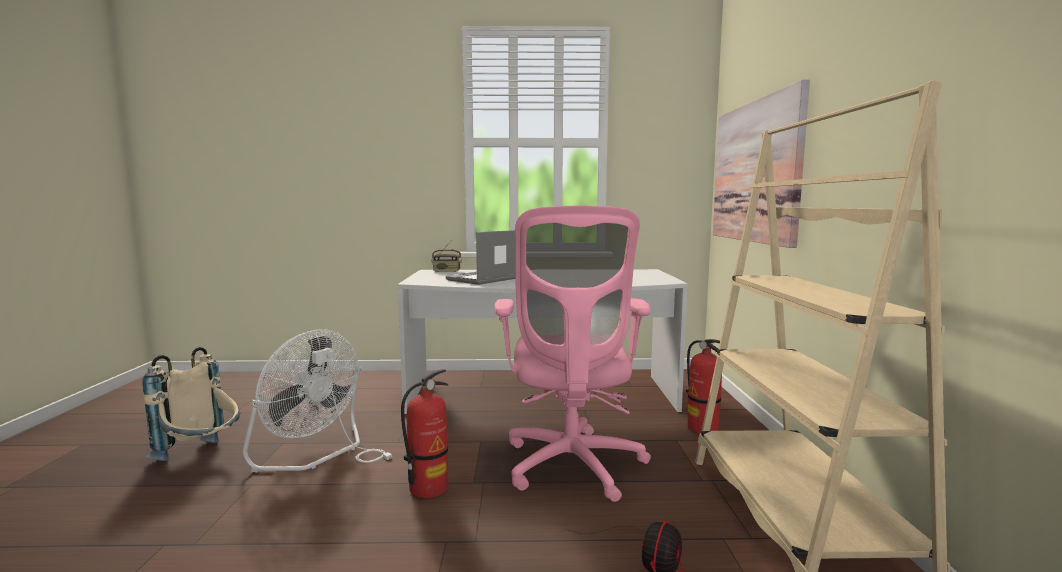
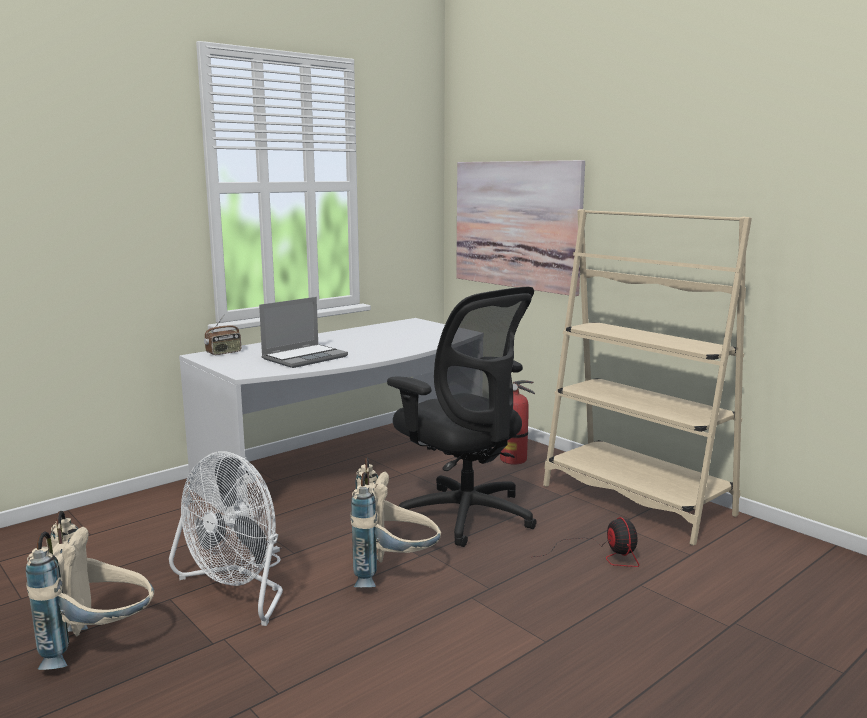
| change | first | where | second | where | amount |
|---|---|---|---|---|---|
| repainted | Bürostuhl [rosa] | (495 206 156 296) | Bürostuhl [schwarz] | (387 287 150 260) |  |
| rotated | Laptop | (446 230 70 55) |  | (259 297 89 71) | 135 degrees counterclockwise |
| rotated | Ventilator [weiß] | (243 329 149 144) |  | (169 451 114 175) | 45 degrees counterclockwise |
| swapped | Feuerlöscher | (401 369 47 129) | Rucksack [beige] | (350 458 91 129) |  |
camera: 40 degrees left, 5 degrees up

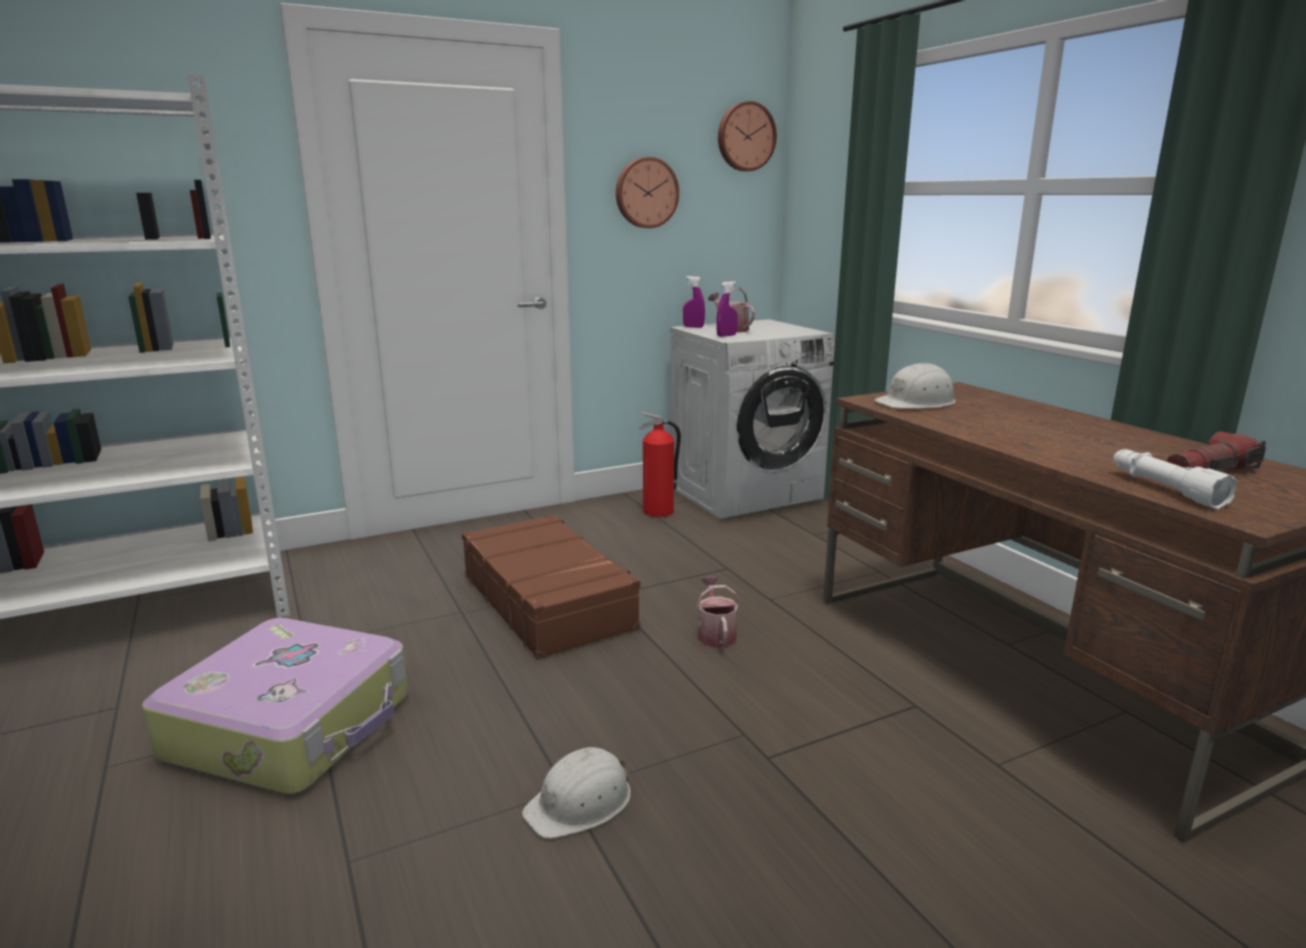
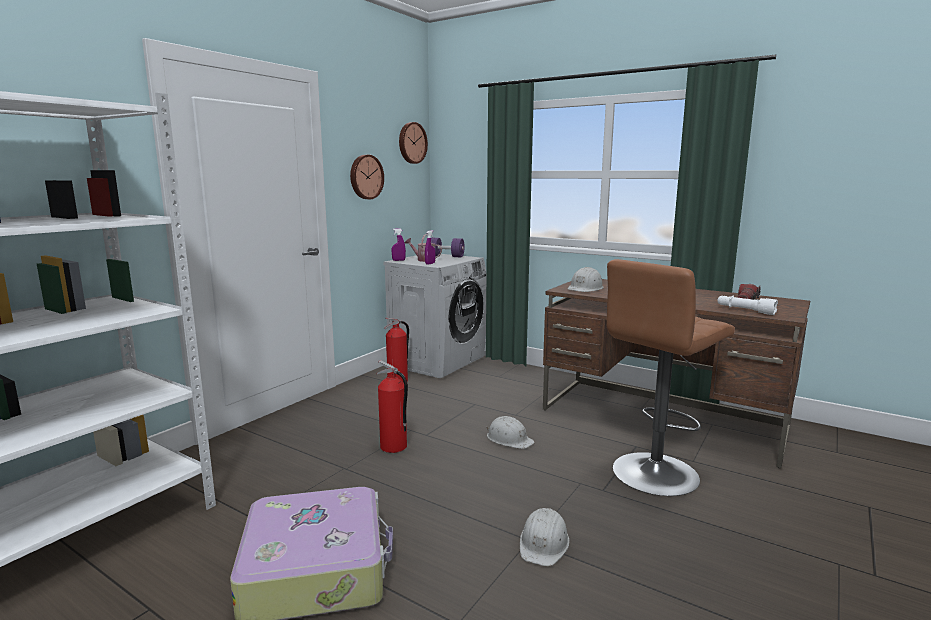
| change | first | where | second | where | amount |
|---|---|---|---|---|---|
| swapped | Koffer [braun] | (462 514 178 145) | Feuerlöscher | (377 360 31 93) |  |
| swapped | Gießkanne | (696 577 44 71) | Schutzhelm [weiß] | (486 416 49 33) |  |
| new |  |  | Hantel [lila] | (431 238 34 20) |  |
| new |  |  | Hocker [braun] | (606 259 129 237) |  |
camera: 30 degrees left, 5 degrees down

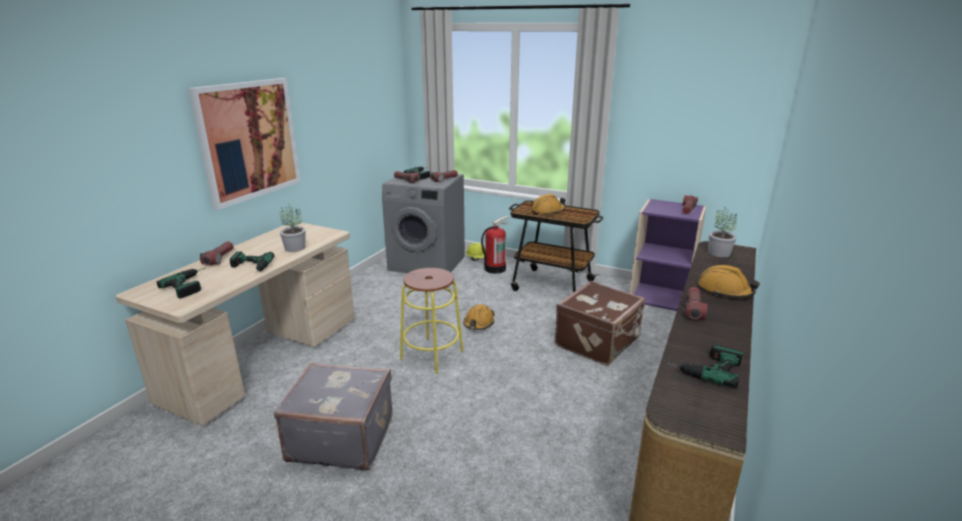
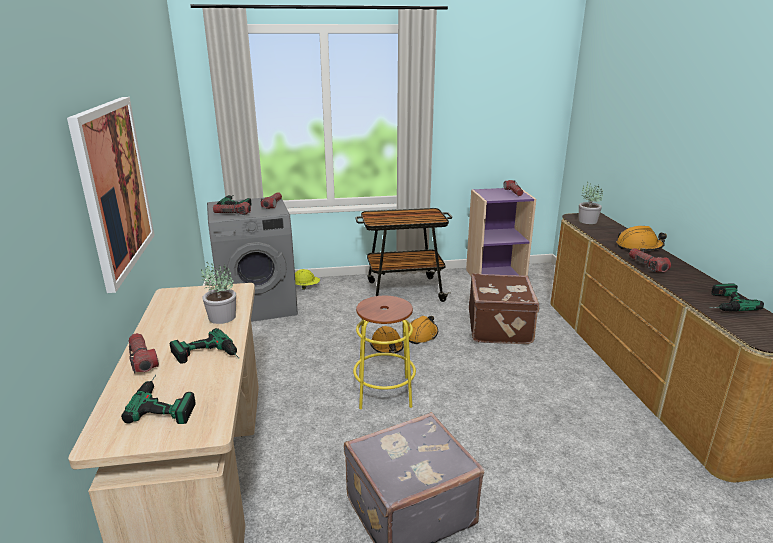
| change | first | where | second | where | amount |
|---|---|---|---|---|---|
| shifted | Schutzhelm [orange] | (531 194 35 21) |  | (408 316 30 28) |  |
| gone | Feuerlöscher | (481 216 29 58) |  |  |  |
camera: 35 degrees left, 0 degrees up

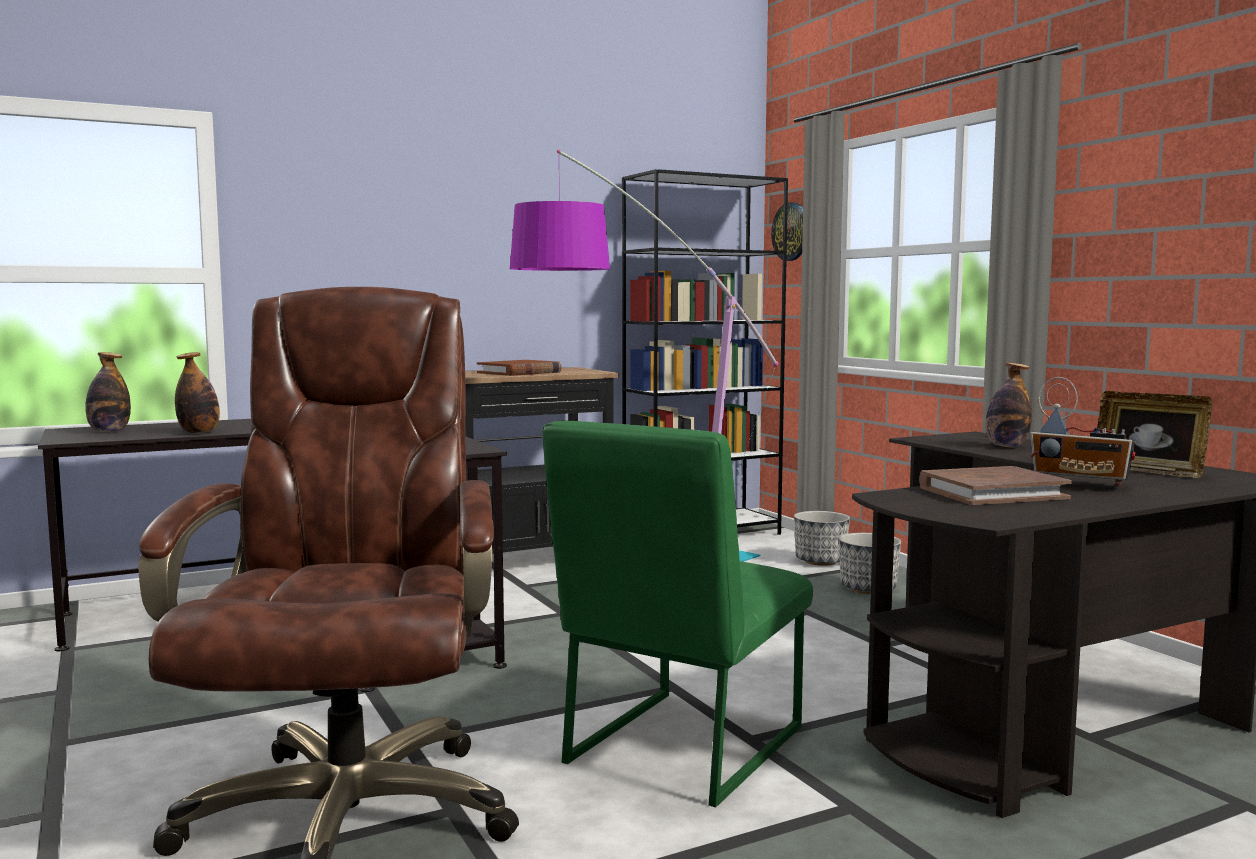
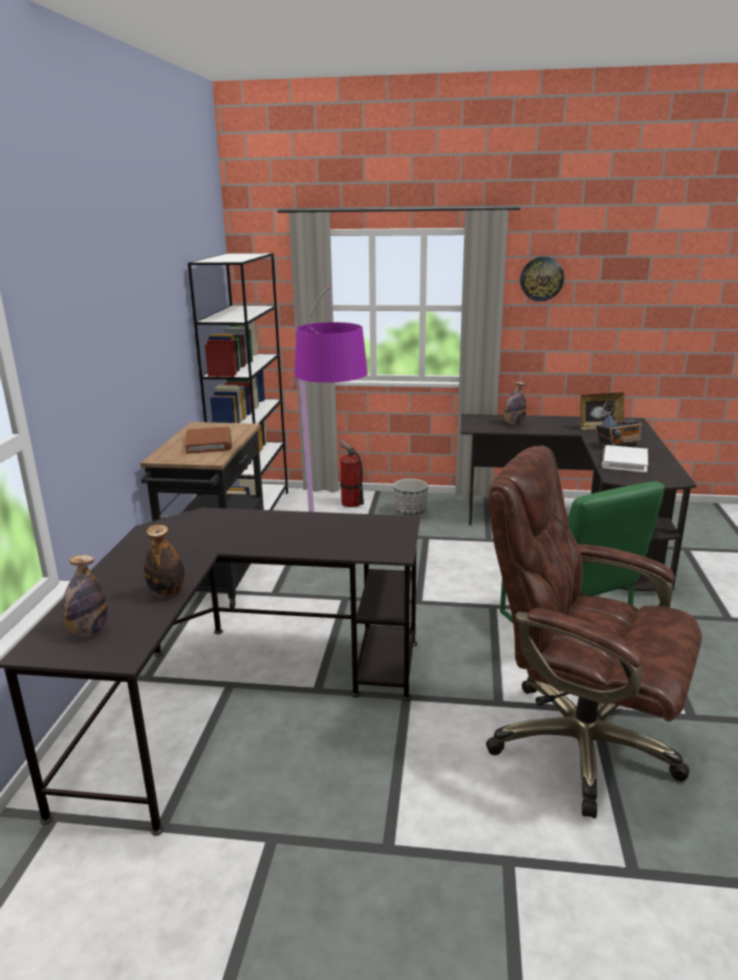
| change | first | where | second | where | amount |
|---|---|---|---|---|---|
| shifted | Wanduhr | (771 202 32 59) |  | (520 257 44 44) |  |
| repainted | Buch [braun] | (919 466 153 39) | Buch [weiß] | (601 445 47 28) |  |
| swapped | Pflanzkübel | (794 511 56 55) | Feuerlöscher | (339 439 25 68) |  |
camera: 55 degrees left, 15 degrees up

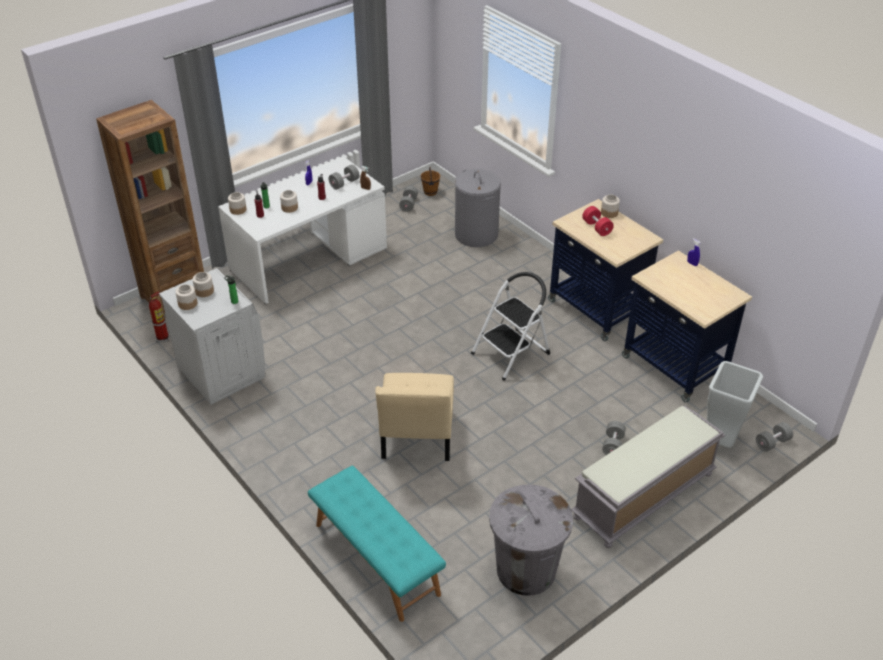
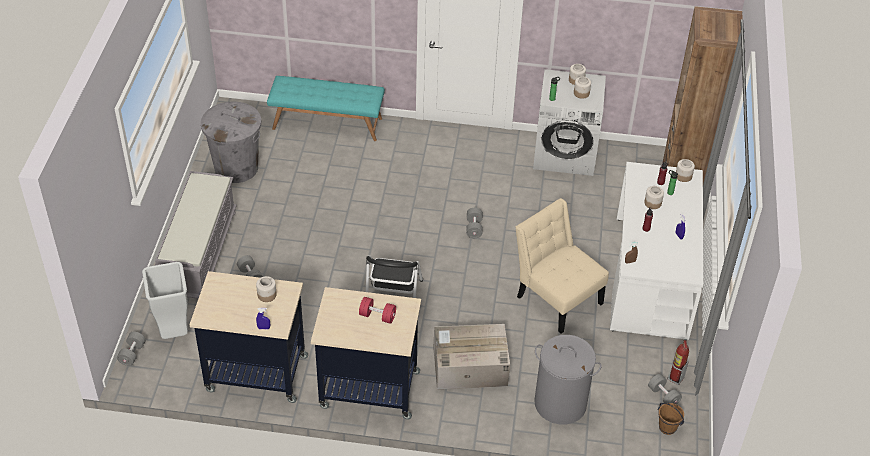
| change | first | where | second | where | amount |
|---|---|---|---|---|---|
| shifted | Hantel [grau] | (328 165 32 25) |  | (466 208 17 30) |  |
| shifted | Vorratsglas | (601 195 19 23) |  | (256 276 21 26) |  |
| shifted | Feuerlöscher | (149 291 20 51) |  | (667 340 22 45) |  |
| shifted | Stuhl [beige] | (375 373 79 88) |  | (515 198 94 135) |  |
| new |  |  | Karton | (433 324 77 65) |  |
camera: 135 degrees right, 5 degrees up

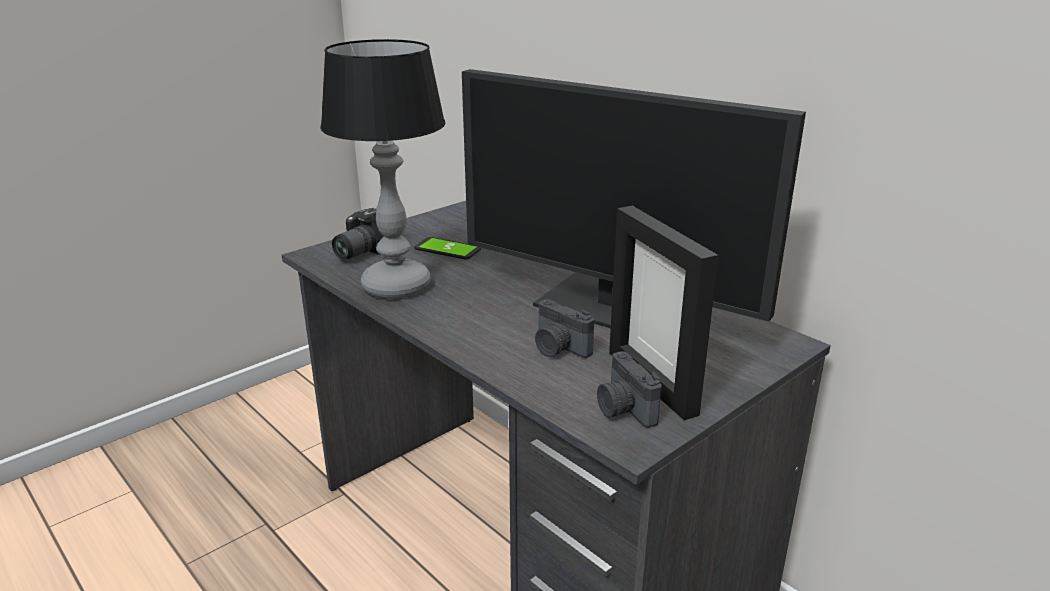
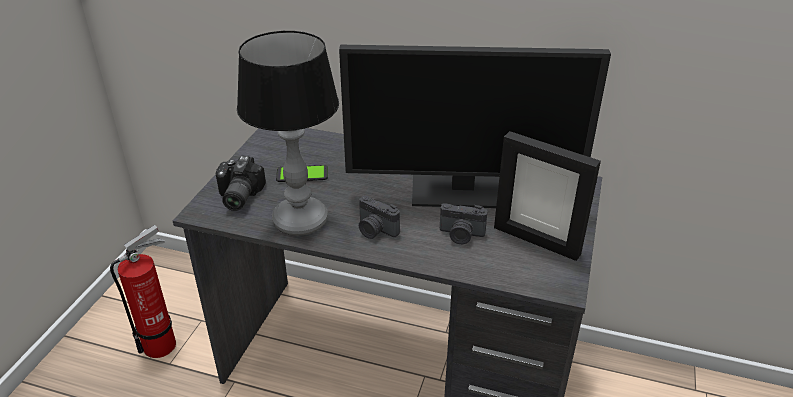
| change | first | where | second | where | amount |
|---|---|---|---|---|---|
| shifted | Kamera | (597 351 65 77) |  | (359 196 41 43) |  |
| new |  |  | Feuerlöscher | (110 225 66 133) |  |
camera: 30 degrees left, 10 degrees up

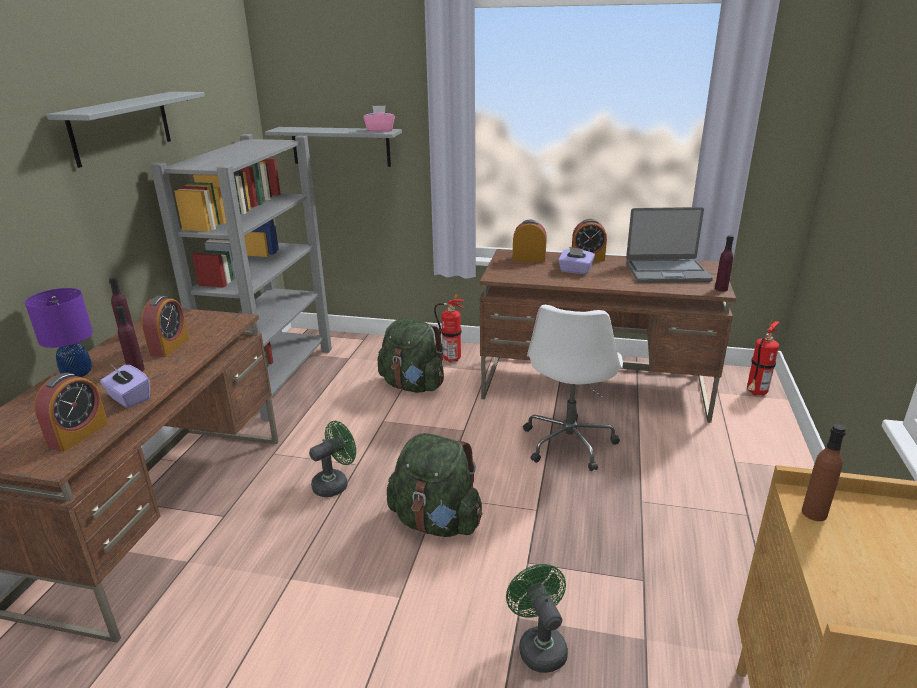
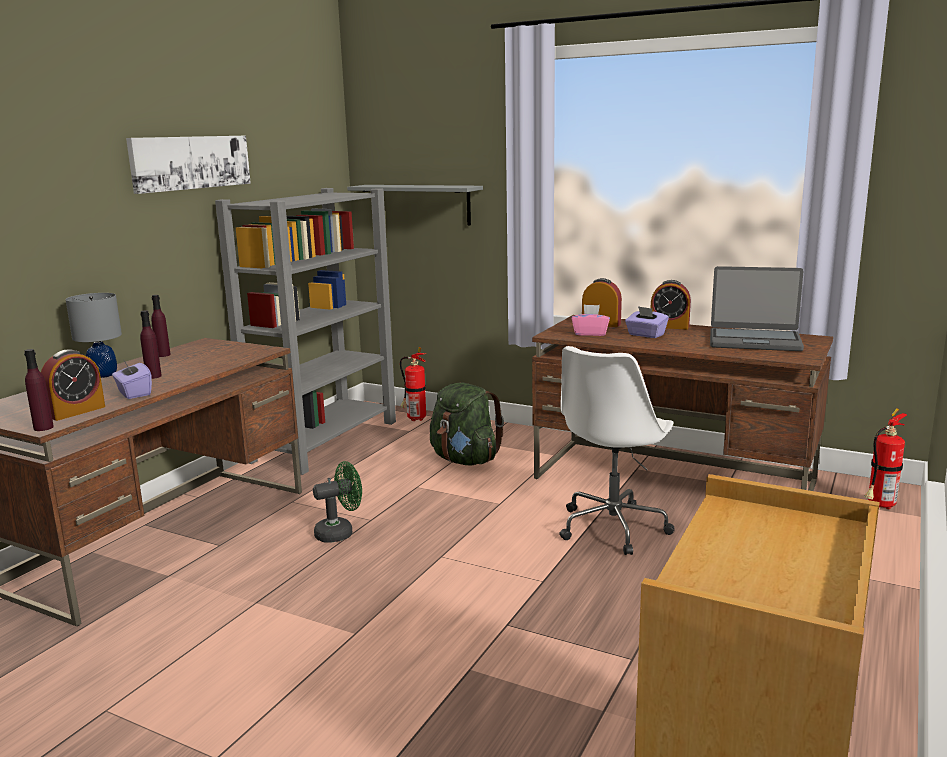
| change | first | where | second | where | amount |
|---|---|---|---|---|---|
| swapped | Wandregal [grau] | (47 92 158 76) | Bild | (126 136 125 58) |  |
| shifted | Taschentuchbox [rosa] | (363 105 32 27) |  | (571 305 39 31) |  |
| shifted | Flasche [lila] | (715 235 19 57) |  | (24 349 30 82) |  |
| repainted | Tischlampe [lila] | (25 288 68 89) | Tischlampe [grau] | (66 293 56 85) |  |
| shifted | Feuerlöscher | (434 294 30 69) |  | (400 347 26 74) |  |
| gone | Wecker | (141 296 48 61) |  |  |  |
| gone | Flasche [braun] | (802 424 44 97) |  |  |  |
| gone | Rucksack [grün] | (387 433 96 104) |  |  |  |
| gone | Ventilator [grün] | (506 564 62 109) |  |  |  |
camera: 15 degrees right, 10 degrees down

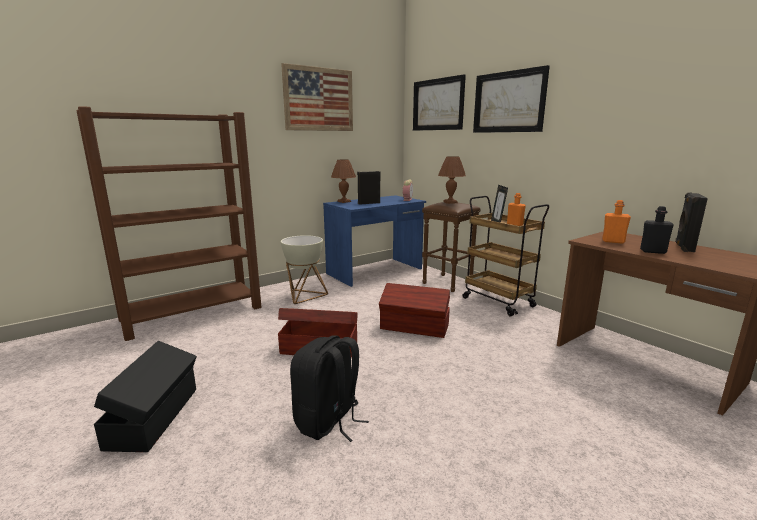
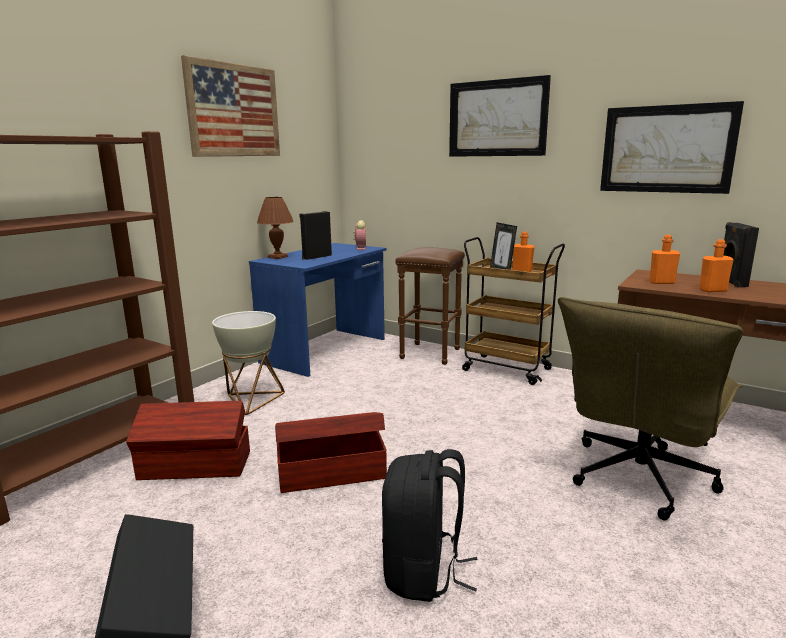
| change | first | where | second | where | amount |
|---|---|---|---|---|---|
| shifted | Bild | (413 74 53 57) |  | (600 101 144 93) |  |
| gone | Tischlampe [braun] | (438 156 28 48) |  |  |  |
| repainted | Flasche [schwarz] | (640 206 34 48) | Flasche [orange] | (699 240 35 52) |  |
| shifted | Aufbewahrungsbox [braun] | (379 283 71 55) |  | (126 401 124 79) |  |
| new |  |  | Bürostuhl [beige] | (558 297 185 223) |  |
camera: 20 degrees left, 0 degrees up

